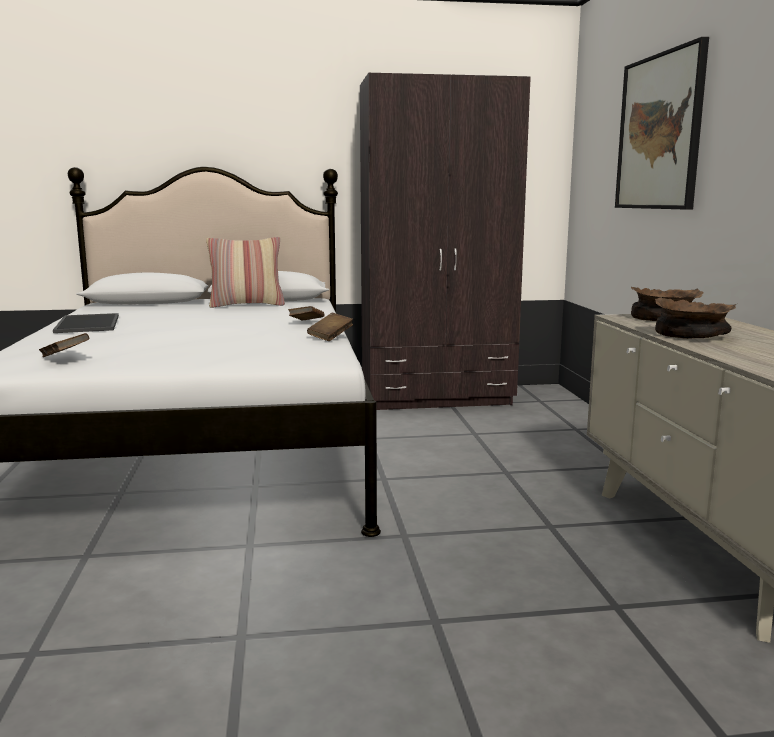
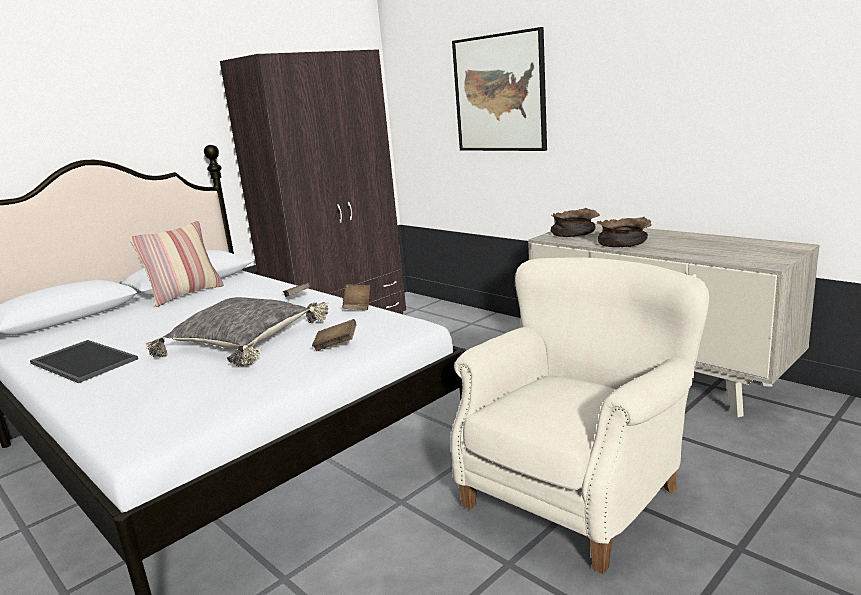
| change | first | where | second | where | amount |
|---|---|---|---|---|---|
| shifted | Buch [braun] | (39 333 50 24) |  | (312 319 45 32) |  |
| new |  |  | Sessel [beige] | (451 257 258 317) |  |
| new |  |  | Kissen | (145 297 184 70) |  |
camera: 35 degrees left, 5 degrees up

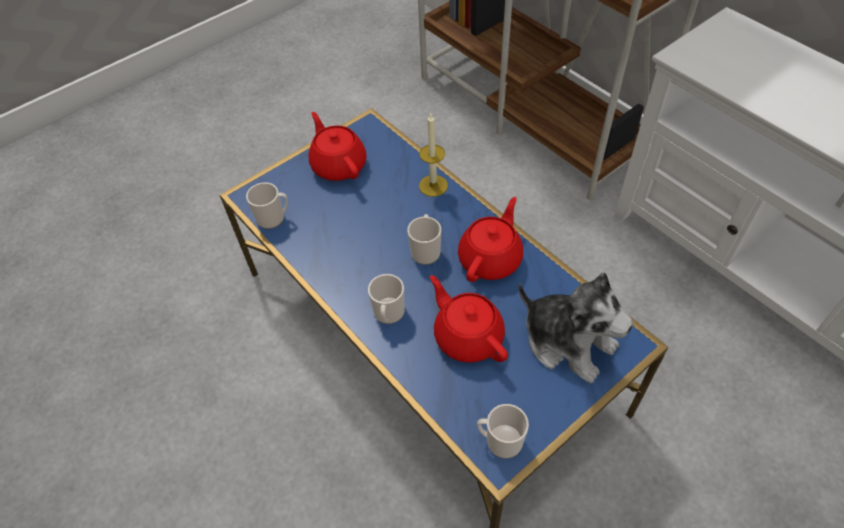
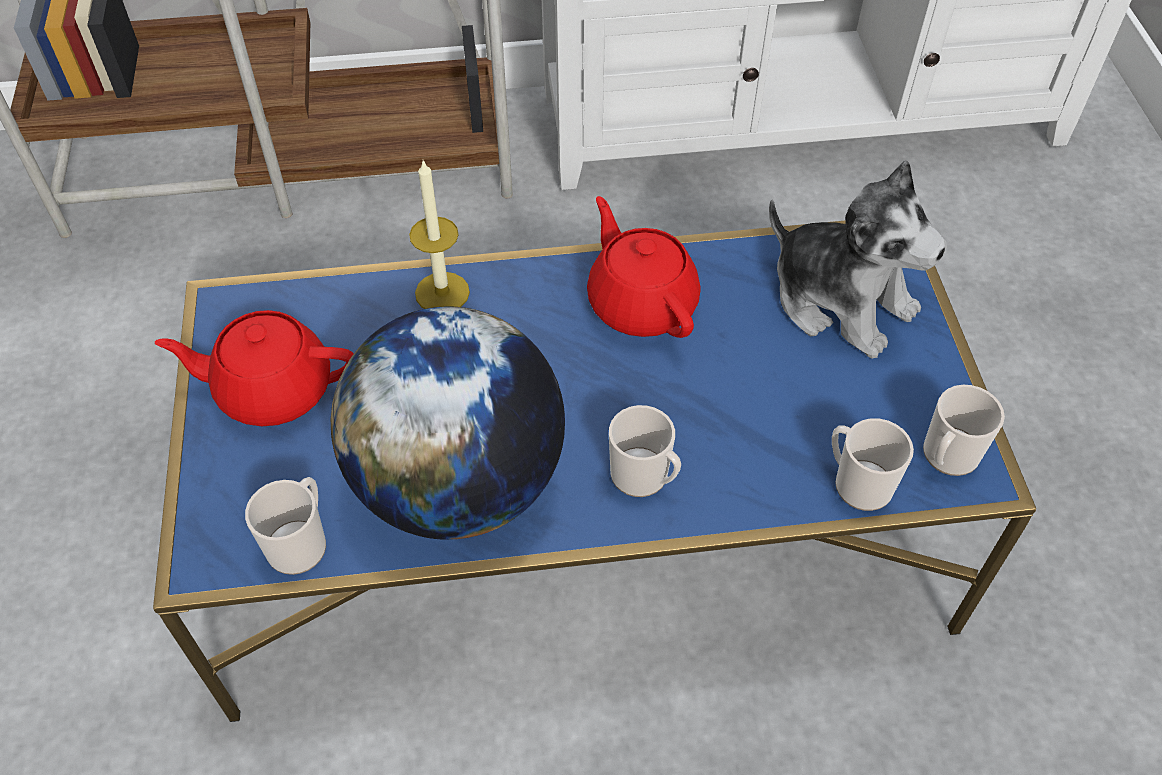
| change | first | where | second | where | amount |
|---|---|---|---|---|---|
| shifted | Henkelbecher | (407 214 34 51) |  | (832 418 82 93) |  |
| rotated | Plüschtier | (519 273 114 110) |  | (769 161 178 198) | 60 degrees clockwise |
| gone | Teekanne [rot] | (430 275 78 88) |  |  |  |
| new |  |  | Globus | (331 306 234 234) |  |
camera: 60 degrees left, 0 degrees up

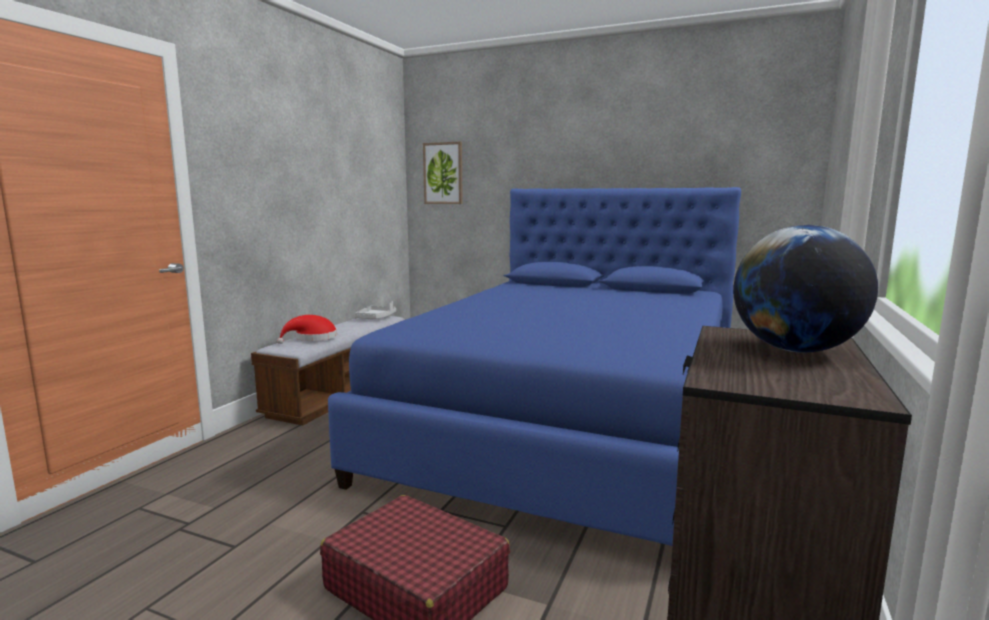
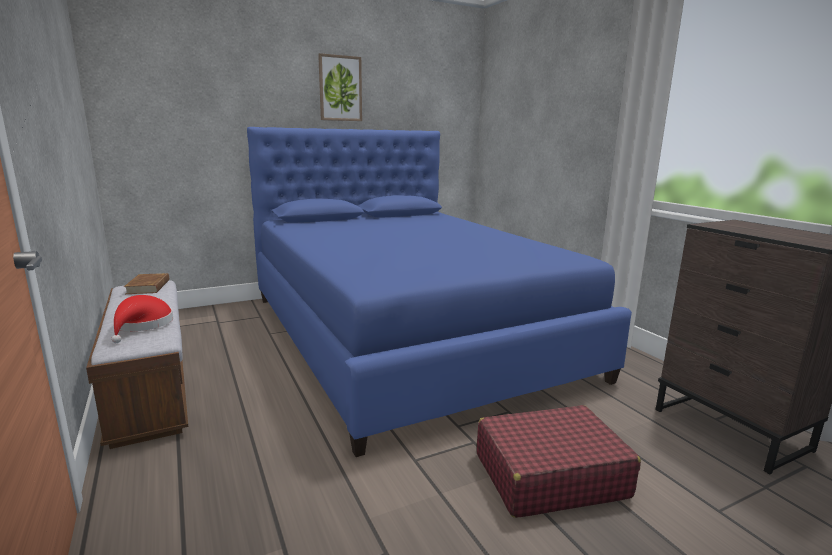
| change | first | where | second | where | amount |
|---|---|---|---|---|---|
| shifted | Bild | (423 142 40 62) |  | (318 53 44 68) |  |
| gone | Globus | (733 225 145 128) |  |  |  |
| swapped | Tablett [grau] | (355 302 41 17) | Buch [braun] | (124 273 45 21) |  |
camera: 50 degrees left, 5 degrees up

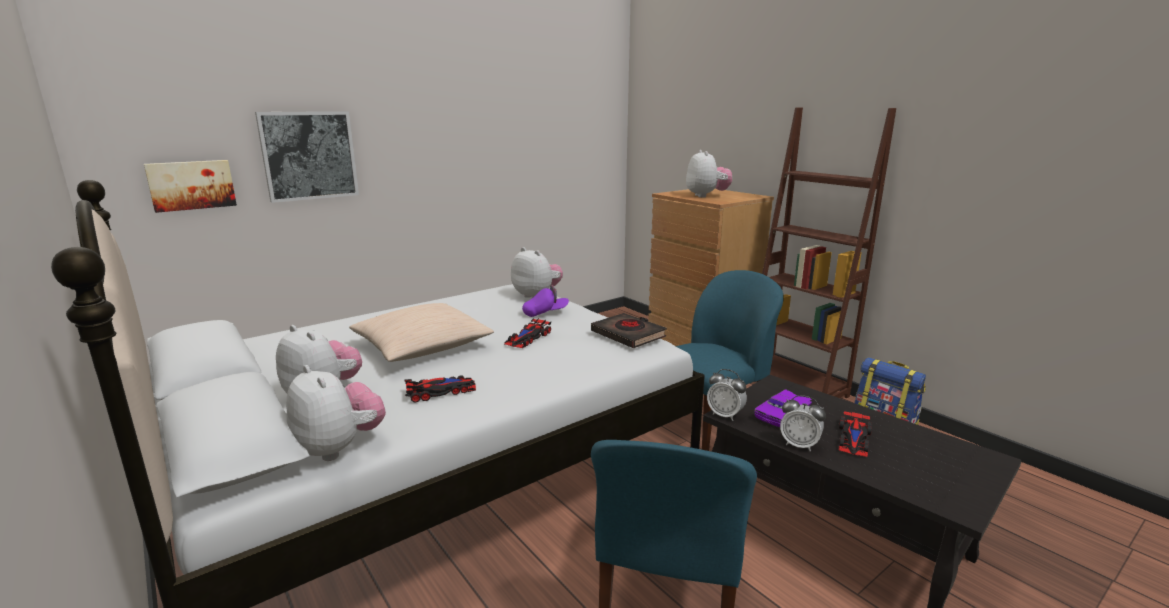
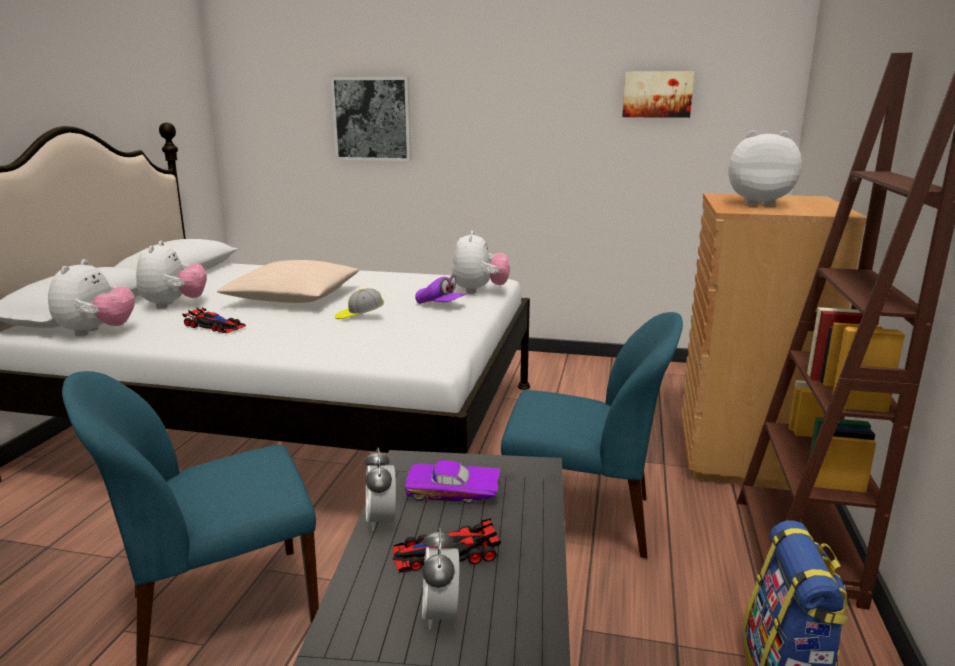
| change | first | where | second | where | amount |
|---|---|---|---|---|---|
| rotated | Plüschtier | (686 150 46 48) |  | (728 130 74 76) | 120 degrees counterclockwise |
| shifted | Bild | (144 160 93 53) |  | (622 71 72 47) |  |
| gone | Buch [schwarz] | (591 313 76 35) |  |  |  |
| swapped | Spielzeugauto | (504 318 47 30) | Kappe | (335 288 49 31) |  |
| shifted | Wecker | (707 369 40 52) |  | (422 527 37 102) |  |
camera: 50 degrees right, 0 degrees up

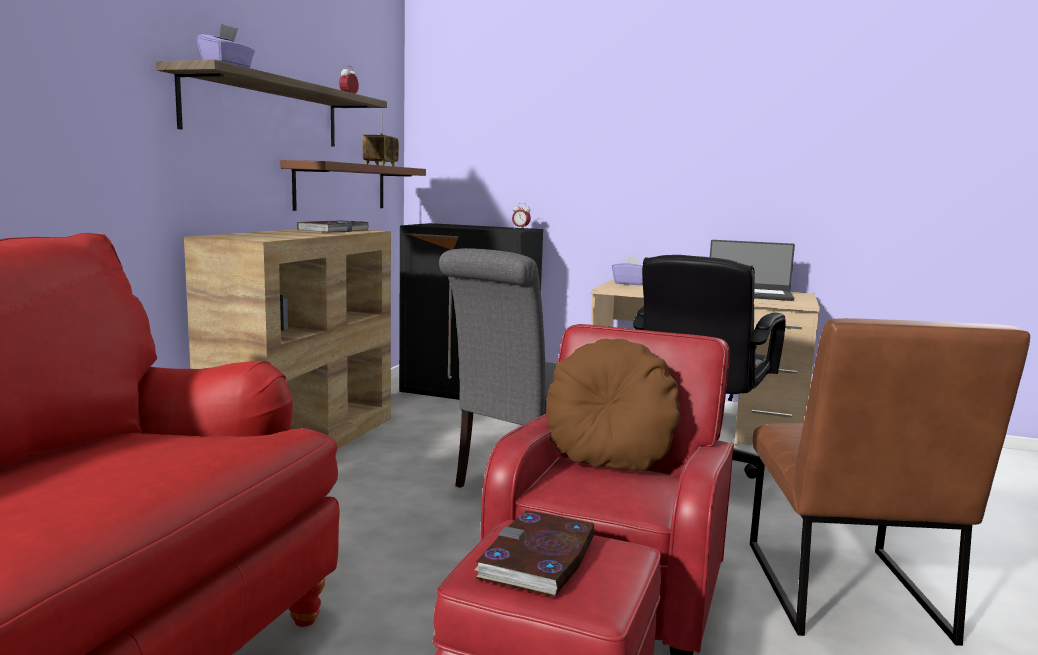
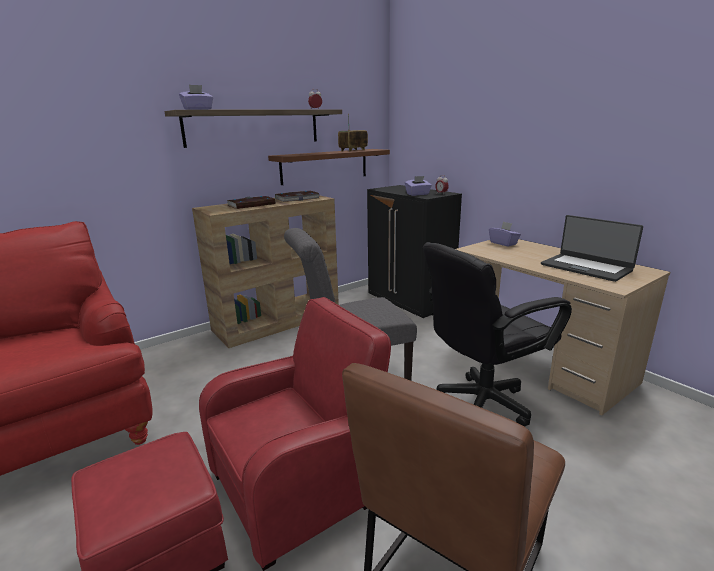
| change | first | where | second | where | amount |
|---|---|---|---|---|---|
| gone | Kissen [braun] | (546 339 134 132) |  |  |  |
| shifted | Buch | (475 510 119 87) |  | (227 196 49 13) |  |
| new |  |  | Taschentuchbox [lila] | (405 176 27 20) |  |
camera: 35 degrees right, 10 degrees up

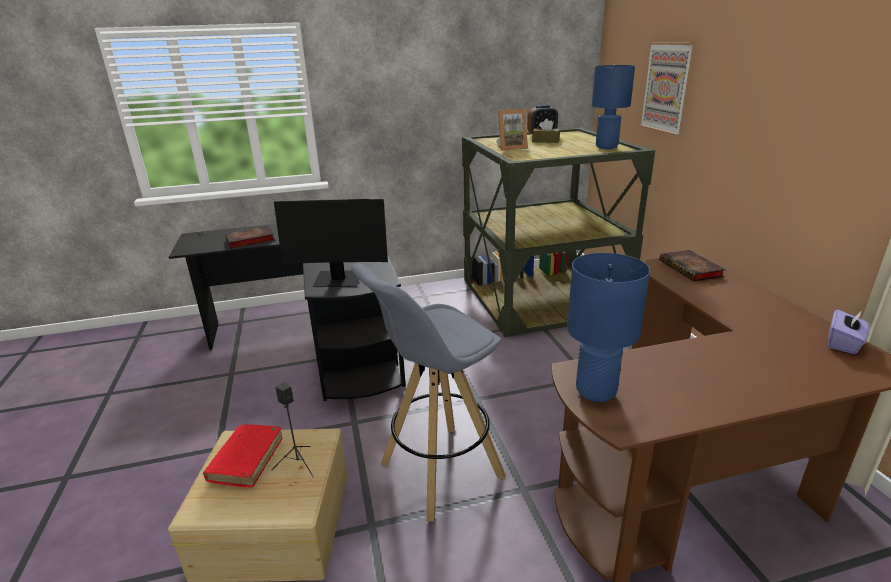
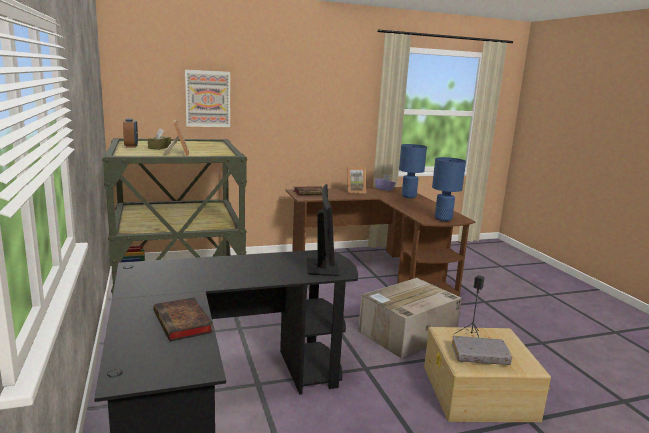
| change | first | where | second | where | amount |
|---|---|---|---|---|---|
| shifted | Tischlampe [blau] | (592 65 43 84) |  | (399 144 28 55) |  |
| swapped | Hocker [grau] | (351 263 155 259) | Karton | (358 278 104 81) |  |
| repainted | Buch [rot] | (203 424 79 64) | Buch [grau] | (452 336 60 29) |  |
| new |  |  | Bilderrahmen | (345 167 21 27) |  |
camera: 95 degrees left, 10 degrees down

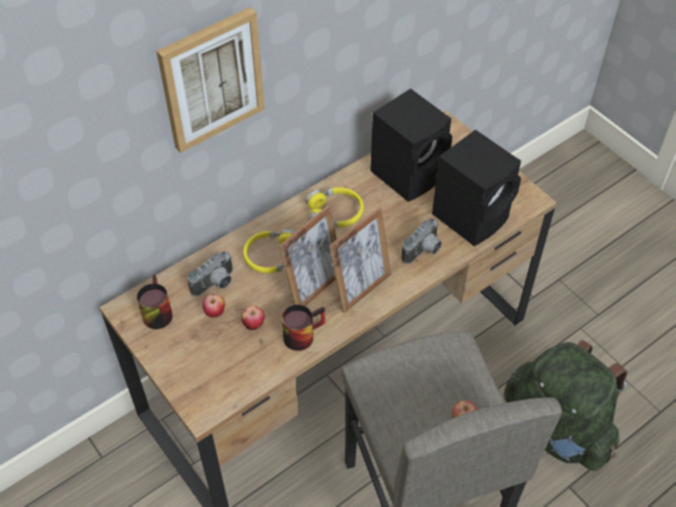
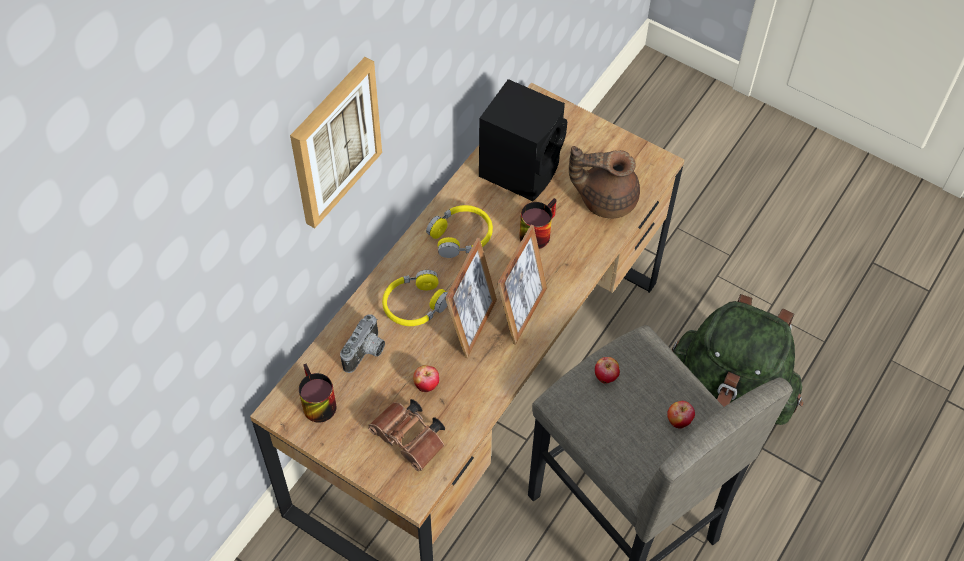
| change | first | where | second | where | amount |
|---|---|---|---|---|---|
| swapped | Lautsprecher [schwarz] | (432 129 89 117) | Teekanne [braun] | (569 146 71 73) |  |
| gone | Kamera | (402 218 40 46) |  |  |  |
| shifted | Apfel | (202 294 23 23) |  | (595 357 25 27) |  |
| shifted | Henkelbecher | (282 305 43 46) |  | (519 198 38 51) |  |
| new |  |  | Fernglas [braun] | (368 399 77 72) |  |
camera: 20 degrees left, 5 degrees up

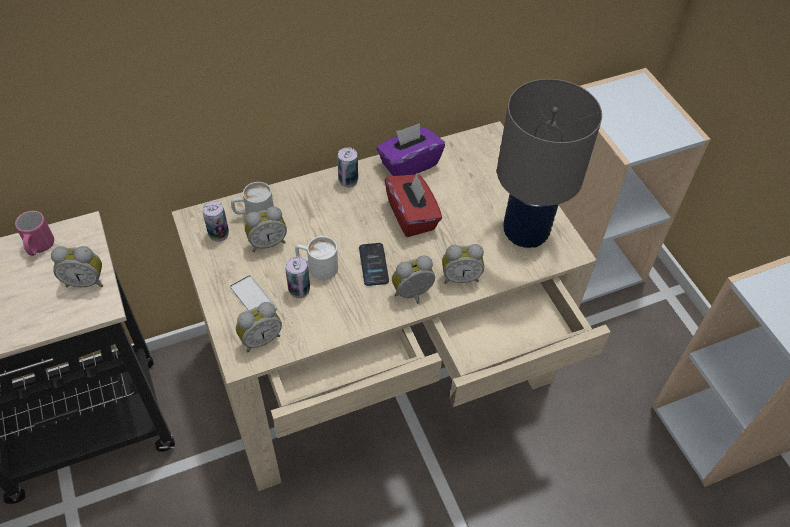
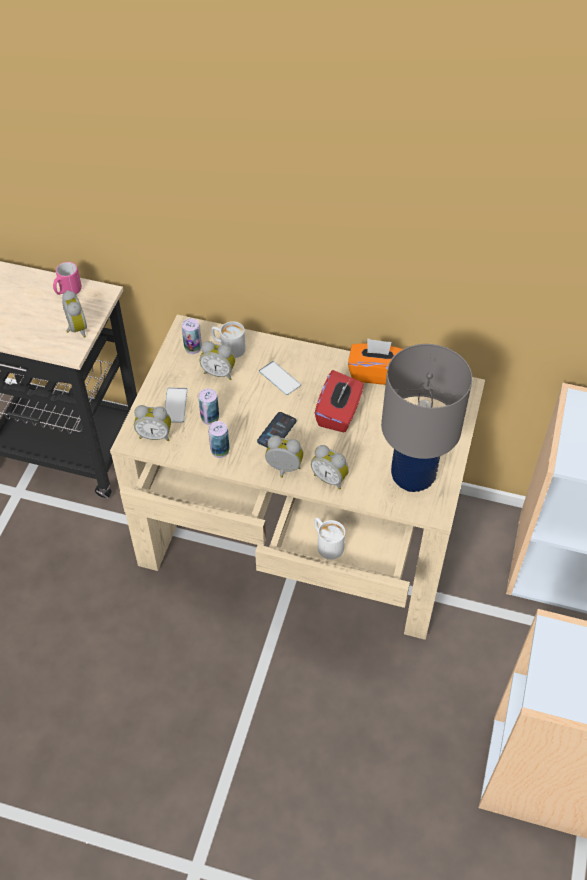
| change | first | where | second | where | amount |
|---|---|---|---|---|---|
| repainted | Taschentuchbox [lila] | (377 123 68 53) | Taschentuchbox [orange] | (348 338 55 47) |  |
| shifted | Dose | (338 147 20 41) |  | (208 421 22 37) |  |
| shifted | Henkelbecher [weiß] | (295 236 43 44) |  | (314 517 31 42) |  |
| rotated | Wecker | (51 246 52 41) |  | (62 290 25 48) | 150 degrees counterclockwise |
| new |  |  | Handy | (259 361 42 34) |  |
camera: 40 degrees right, 0 degrees up

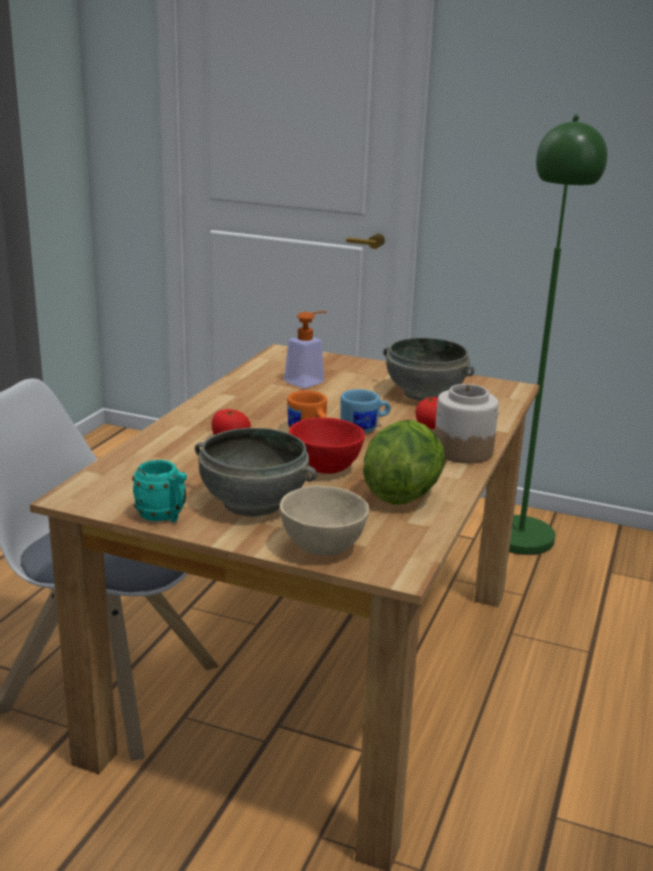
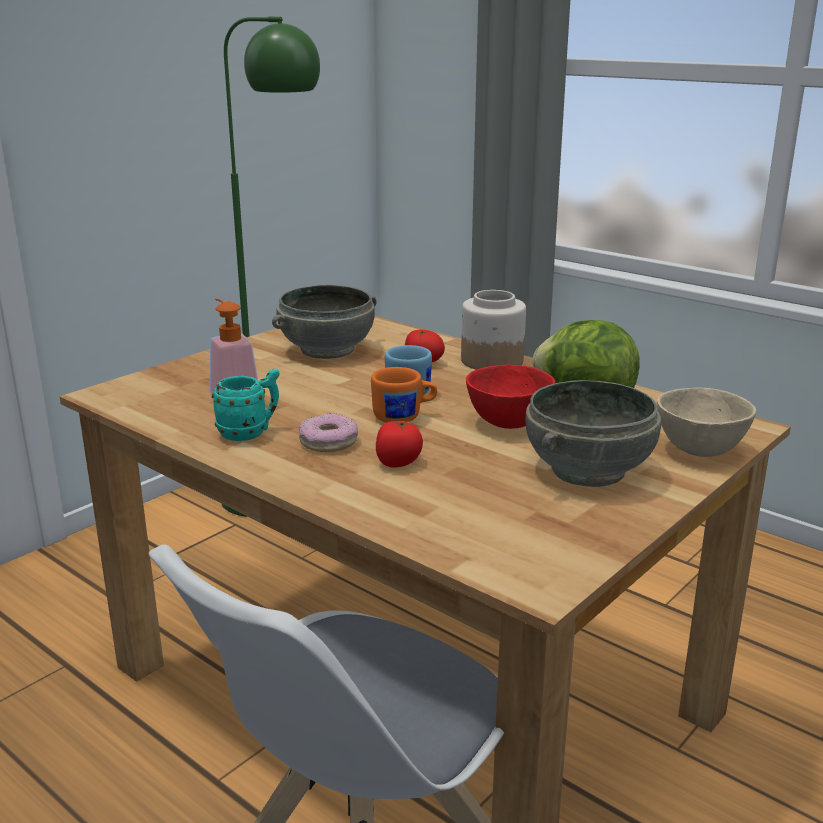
| change | first | where | second | where | amount |
|---|---|---|---|---|---|
| shifted | Henkelbecher [türkis] | (132 460 55 62) |  | (212 369 67 72) |  |
| new |  |  | Donut | (299 413 59 39) |  |
camera: 70 degrees left, 0 degrees up

